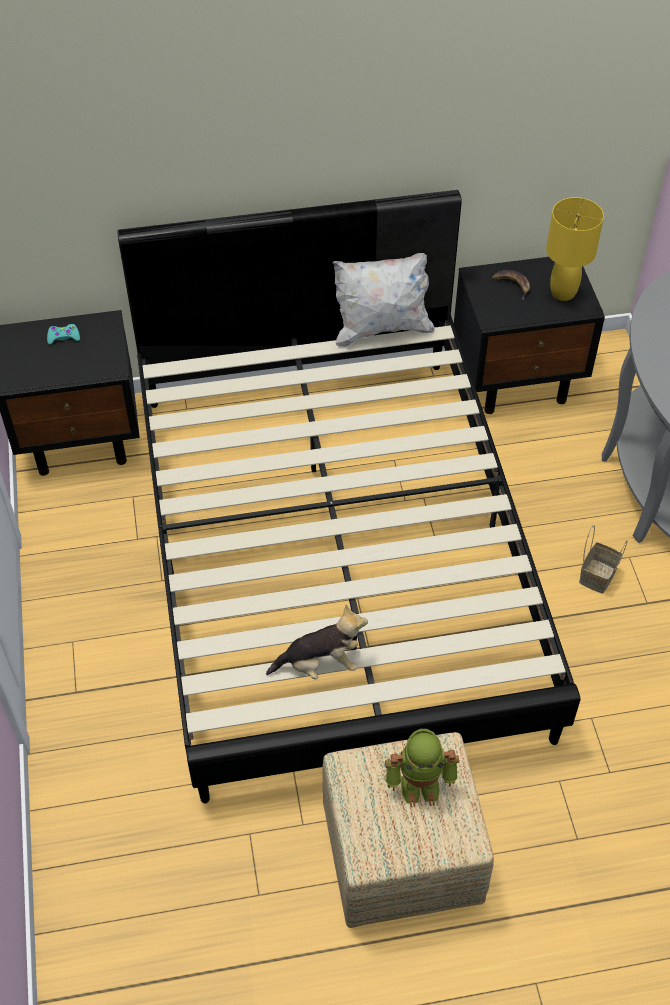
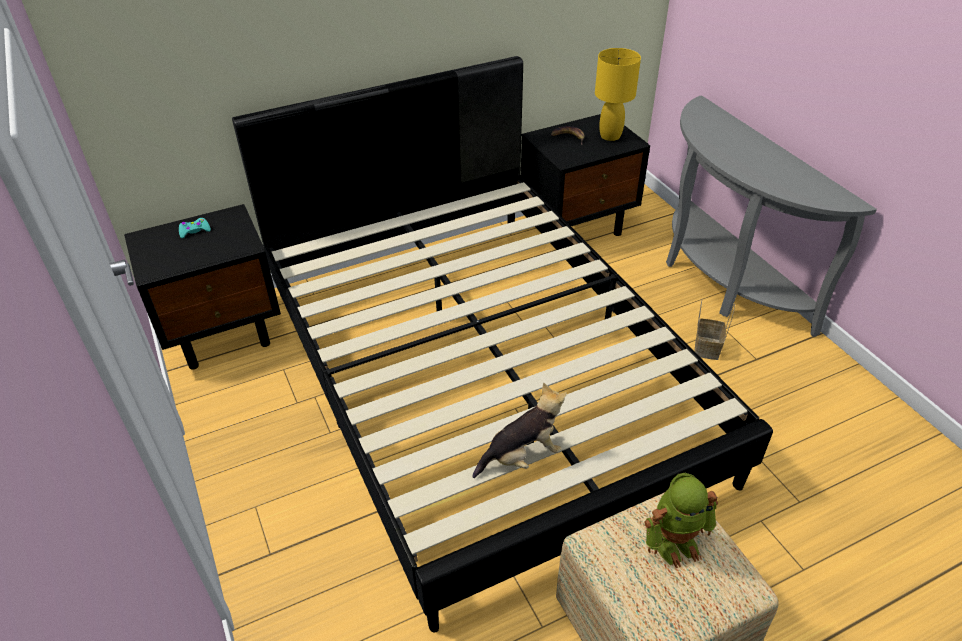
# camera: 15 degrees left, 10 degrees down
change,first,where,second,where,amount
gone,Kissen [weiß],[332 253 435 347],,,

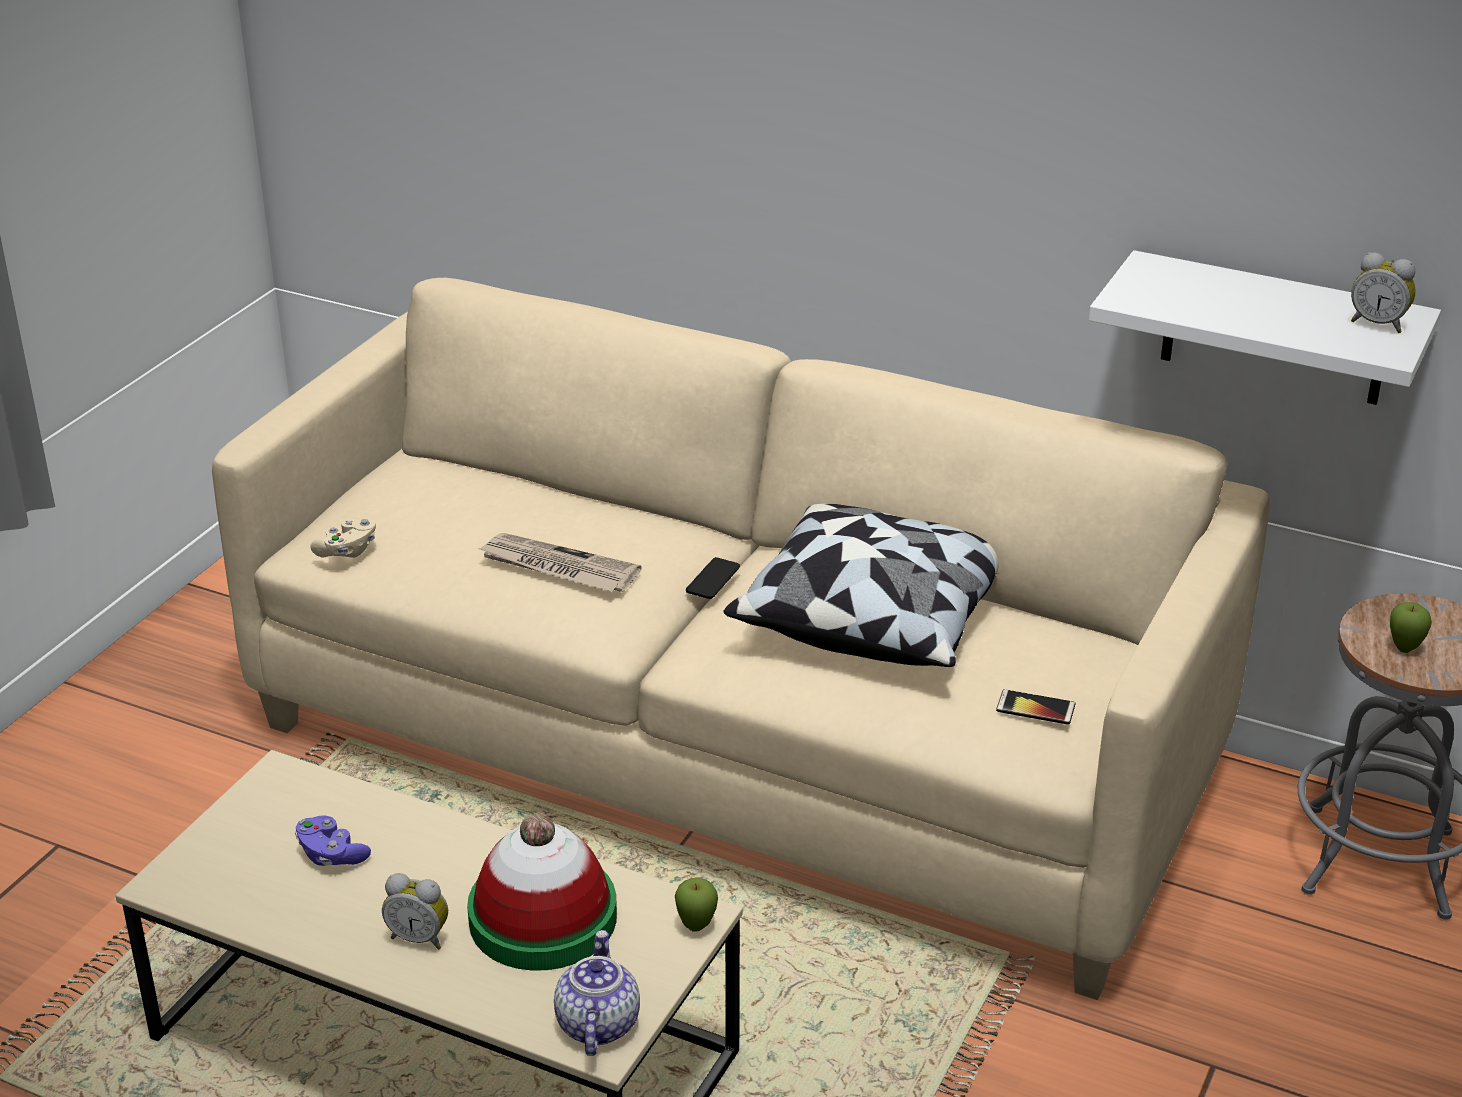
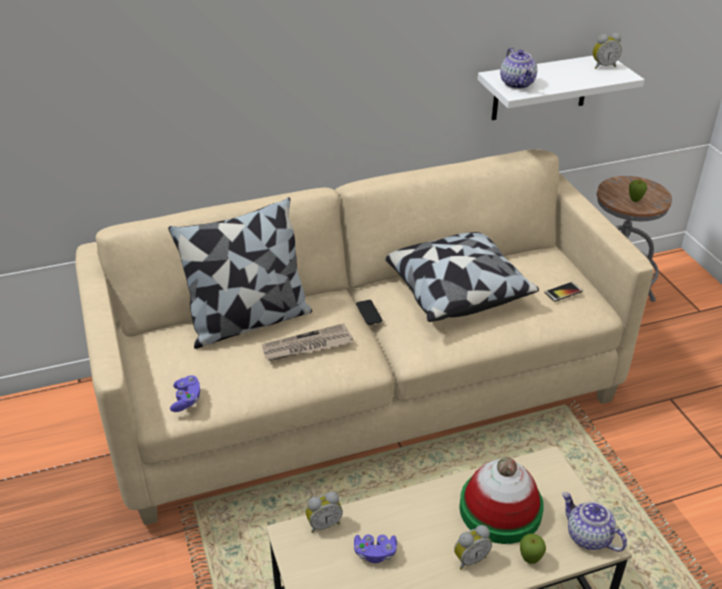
# camera: 45 degrees left, 5 degrees up
change,first,where,second,where,amount
new,,,Kissen,[168 197 312 349],
new,,,Wecker,[306 491 343 533],
new,,,Teekanne,[500 47 537 89],
shifted,Apfel,[675 878 718 932],,[520 533 546 564],
repainted,Gamepad [beige],[310 518 376 558],Gamepad [lila],[170 375 200 412],

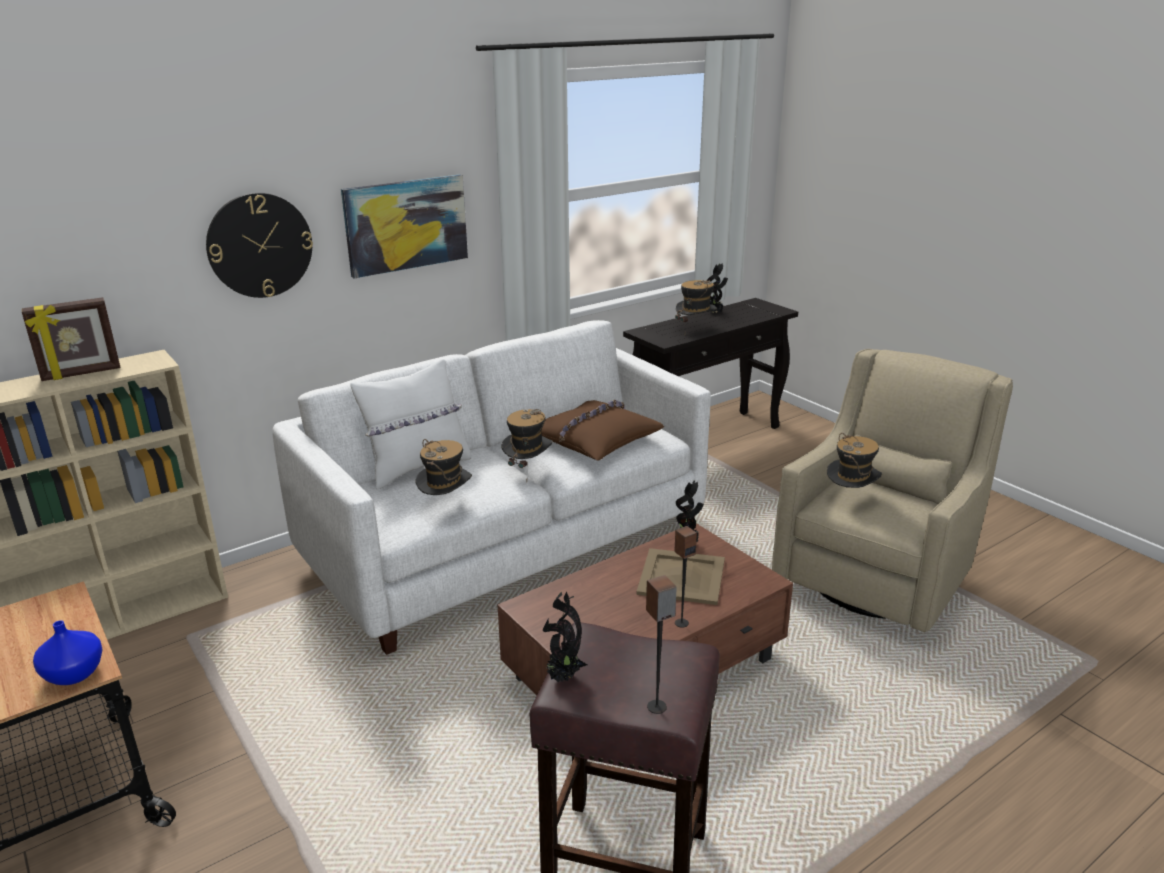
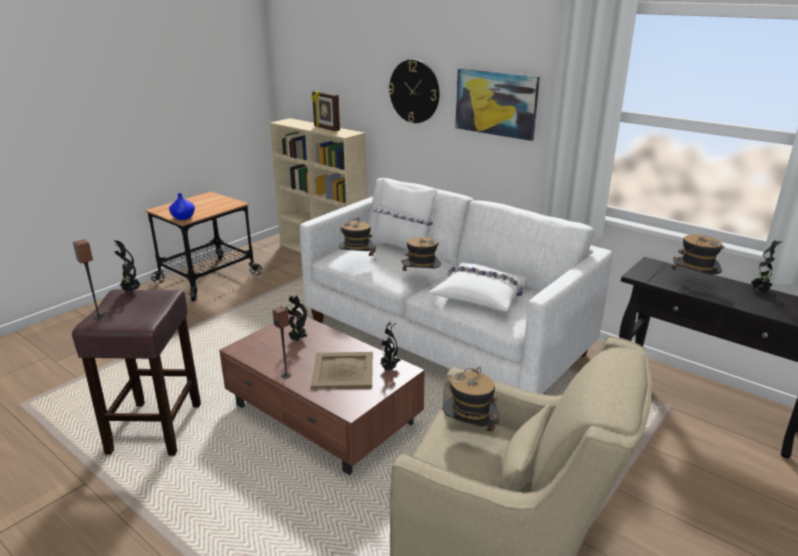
# camera: 75 degrees right, 0 degrees up
change,first,where,second,where,amount
new,,,Topfpflanze,[285 295 307 341],
repainted,Kissen [braun],[542 400 664 461],Kissen [weiß],[429 262 531 312],

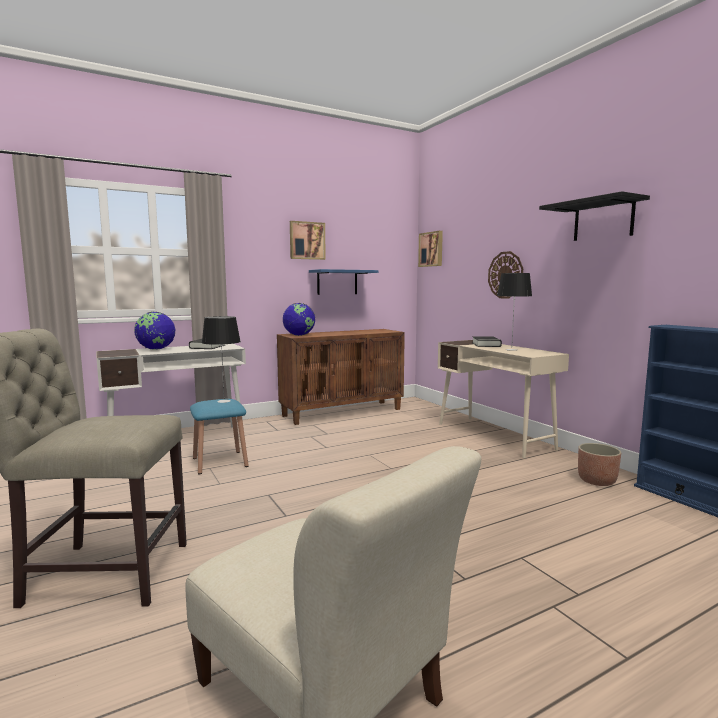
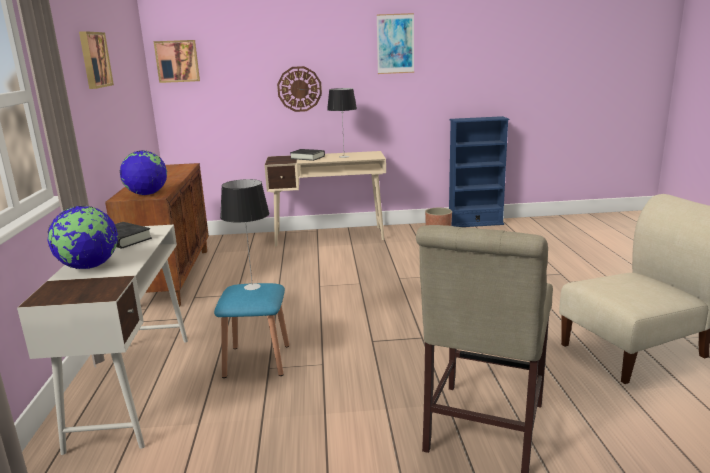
# camera: 65 degrees left, 10 degrees up
change,first,where,second,where,amount
gone,Wandregal [blau],[309 269 379 295],,,
swapped,Wandregal [schwarz],[539 191 650 241],Bild,[377 13 414 74],

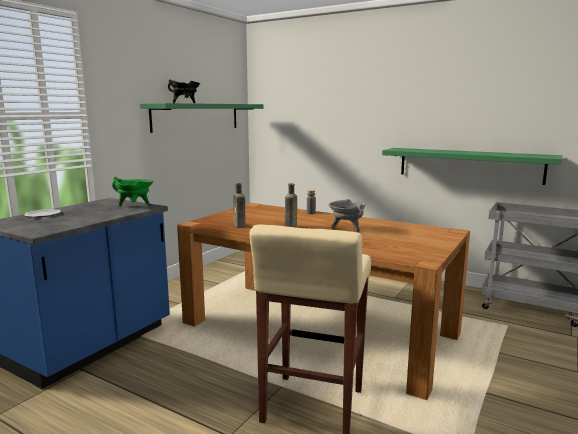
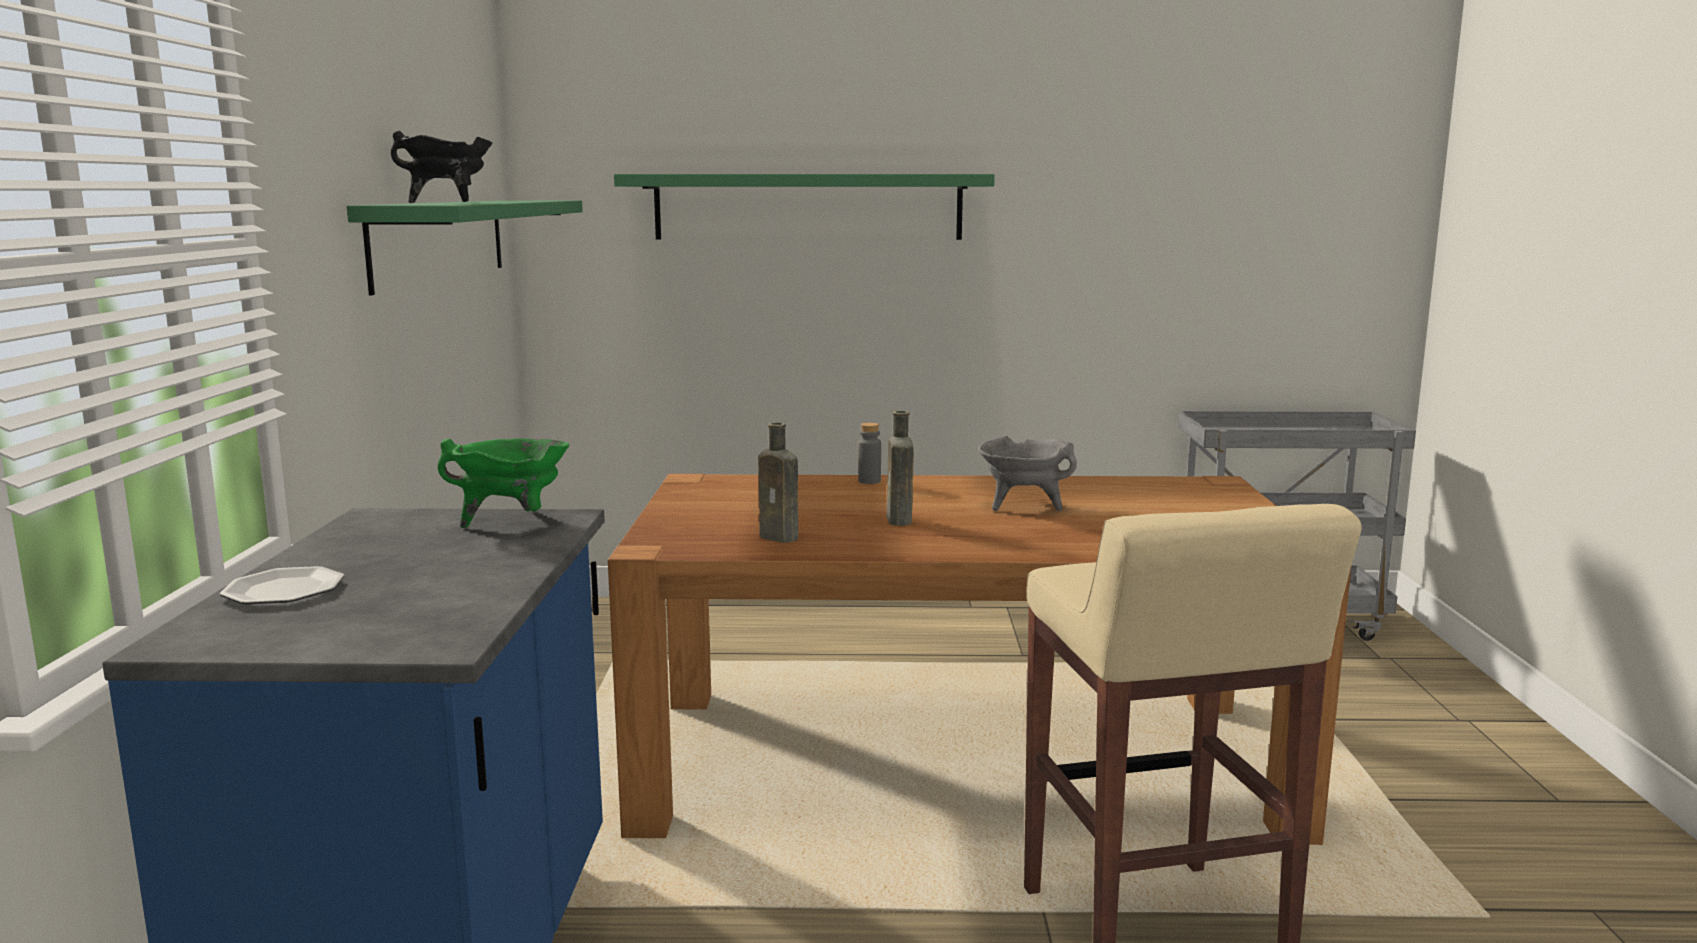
# camera: 30 degrees left, 0 degrees up
change,first,where,second,where,amount
shifted,Wandregal [grün],[382 148 562 185],,[614 174 995 240],

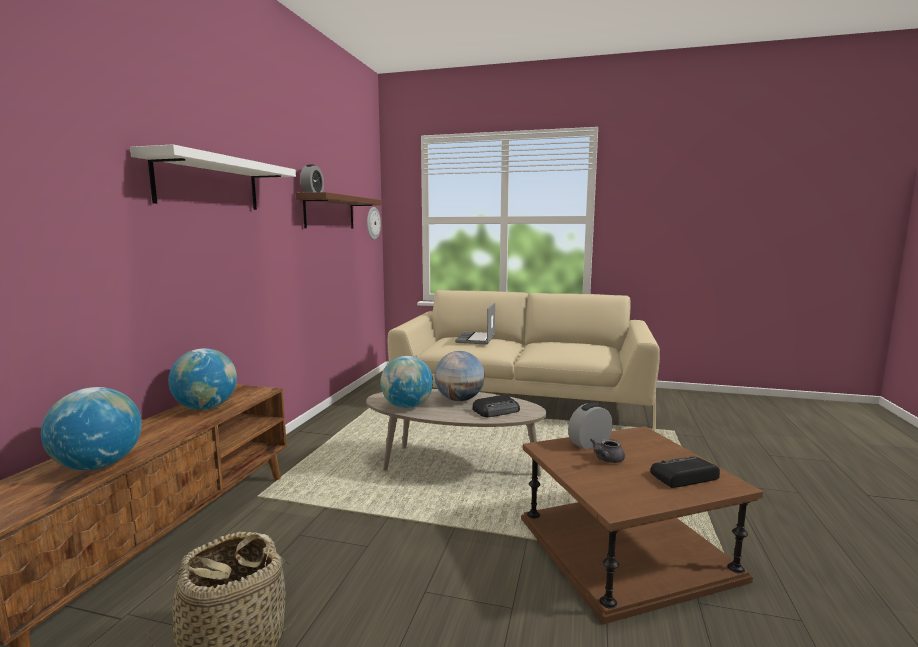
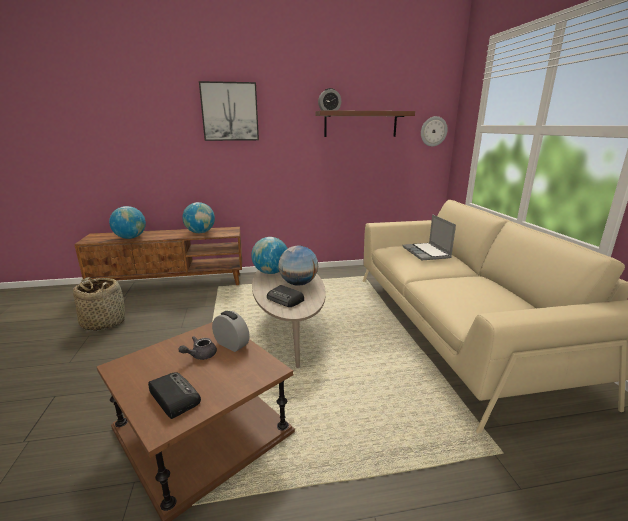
# camera: 65 degrees right, 10 degrees up
change,first,where,second,where,amount
swapped,Wandregal [weiß],[130 144 296 210],Bild,[199 81 259 141],
rotated,Laptop,[455 303 495 344],,[402 214 456 260],90 degrees counterclockwise
rotated,Teekanne [grau],[590 438 625 463],,[179 336 217 360],60 degrees counterclockwise

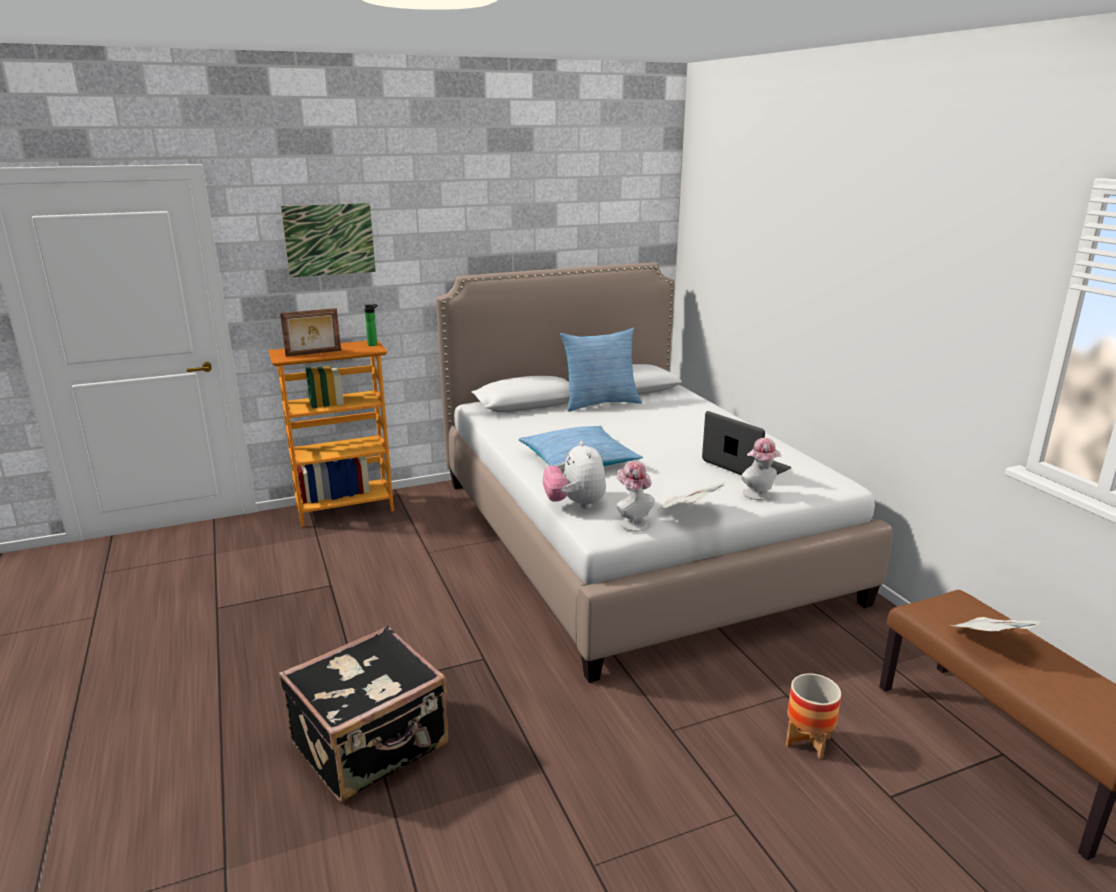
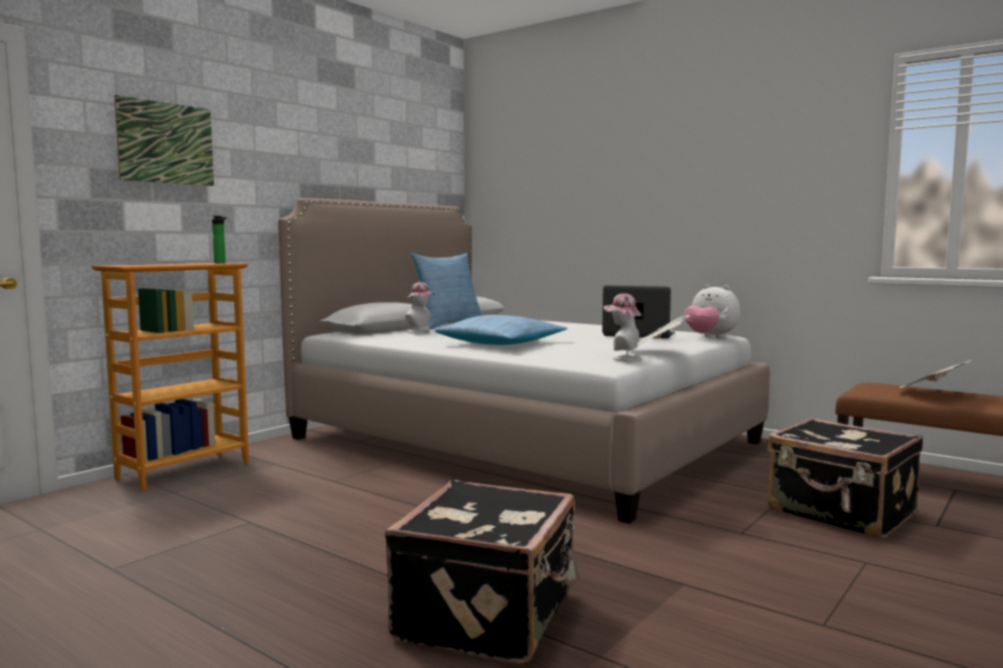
# camera: 30 degrees left, 15 degrees down
change,first,where,second,where,amount
gone,Bilderrahmen,[280 308 341 357],,,
shifted,Plüschtier,[543 441 606 509],,[684 284 740 338],
shifted,Hut,[741 438 781 500],,[405 282 435 334],
swapped,Pflanzkübel,[786 673 841 759],Koffer [schwarz],[768 418 923 539],

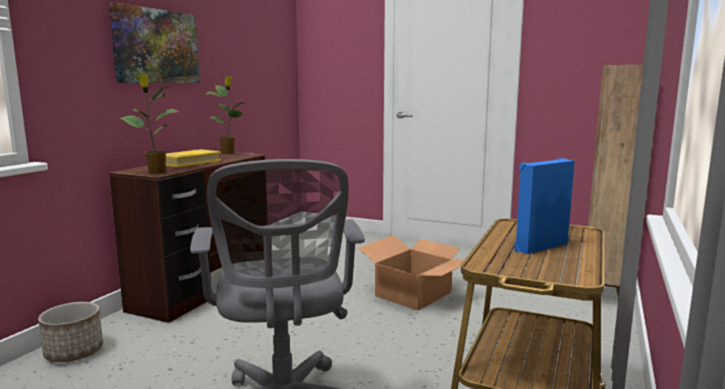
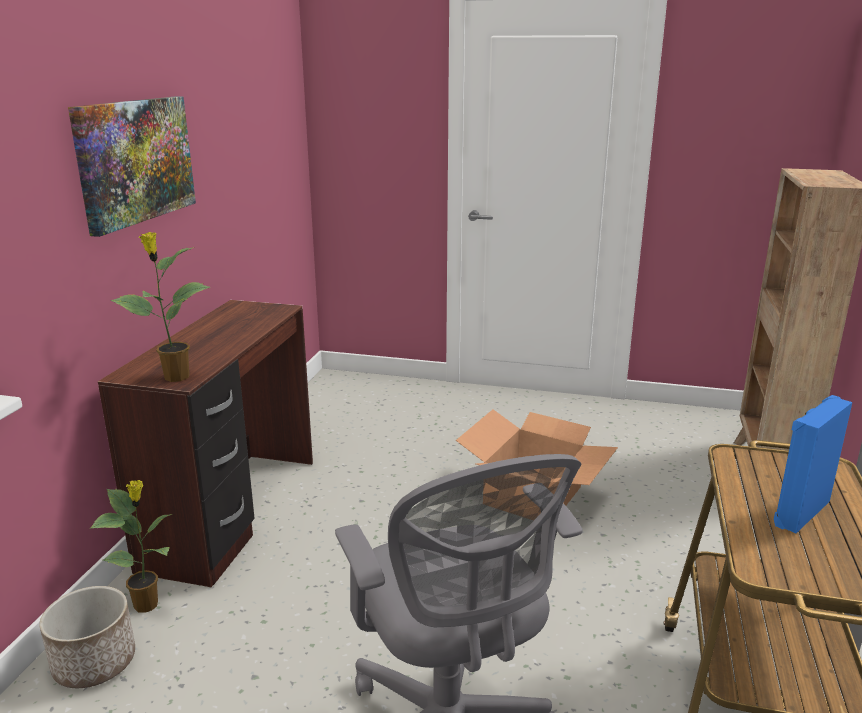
# camera: 10 degrees left, 10 degrees up
change,first,where,second,where,amount
gone,Buch [gelb],[166 149 221 167],,,
shifted,Topfpflanze,[206 76 244 154],,[89 480 172 613],

